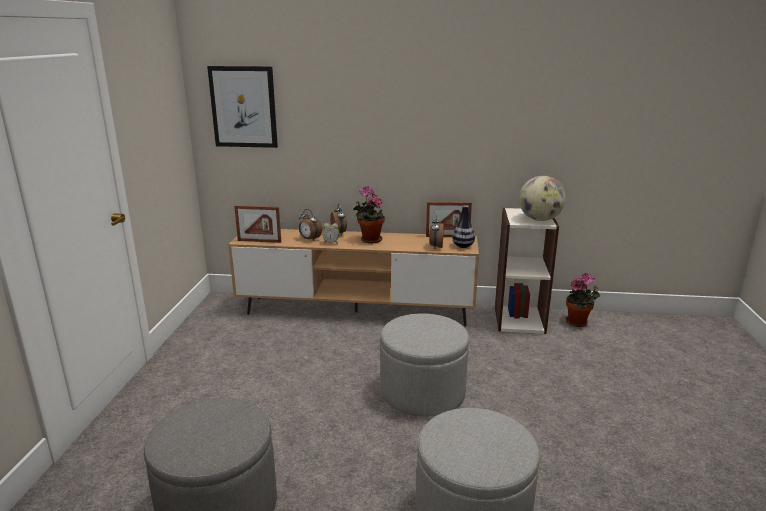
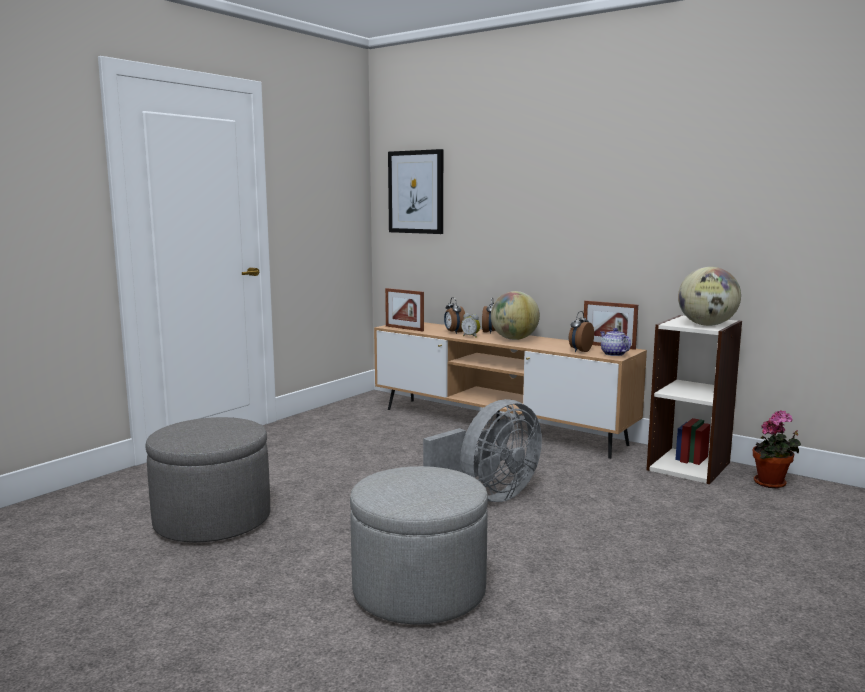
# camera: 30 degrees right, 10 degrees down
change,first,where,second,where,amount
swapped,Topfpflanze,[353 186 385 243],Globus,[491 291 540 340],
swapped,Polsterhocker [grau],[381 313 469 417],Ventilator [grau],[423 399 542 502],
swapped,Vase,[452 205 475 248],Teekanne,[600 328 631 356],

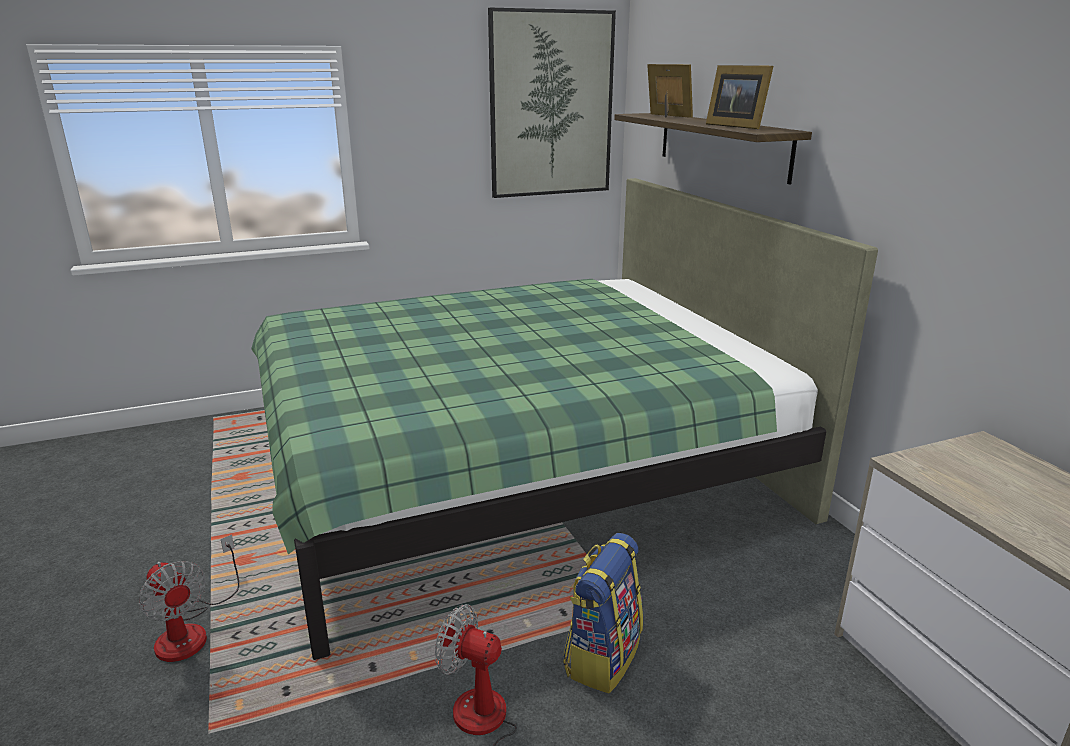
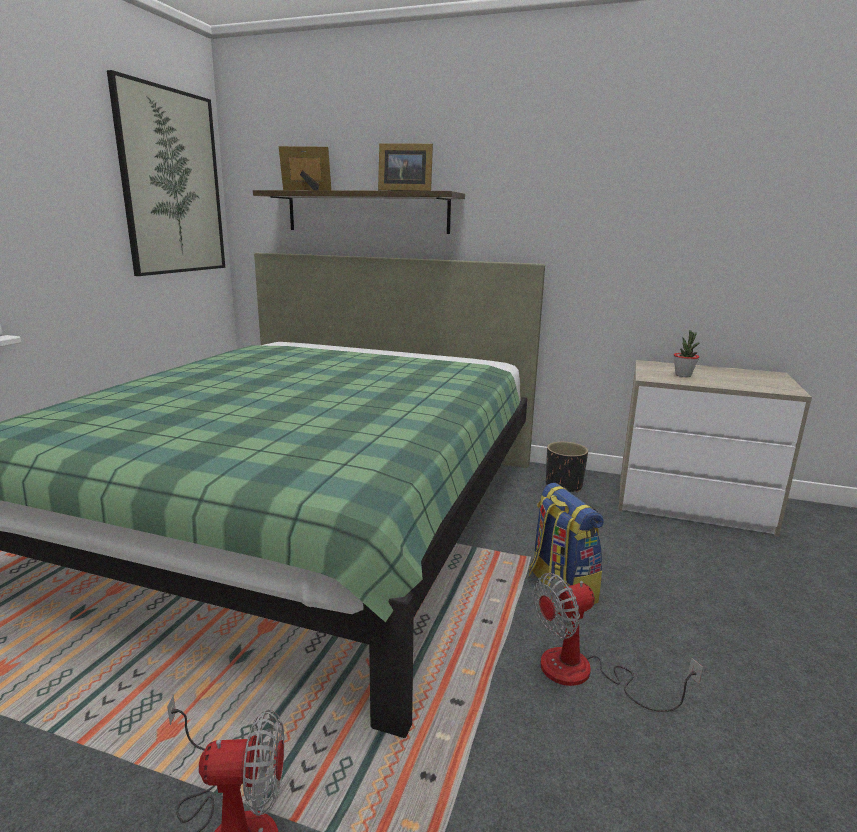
# camera: 50 degrees left, 5 degrees down
change,first,where,second,where,amount
new,,,Pflanzkübel [schwarz],[546 442 588 493],
new,,,Topfpflanze,[674 330 700 377],

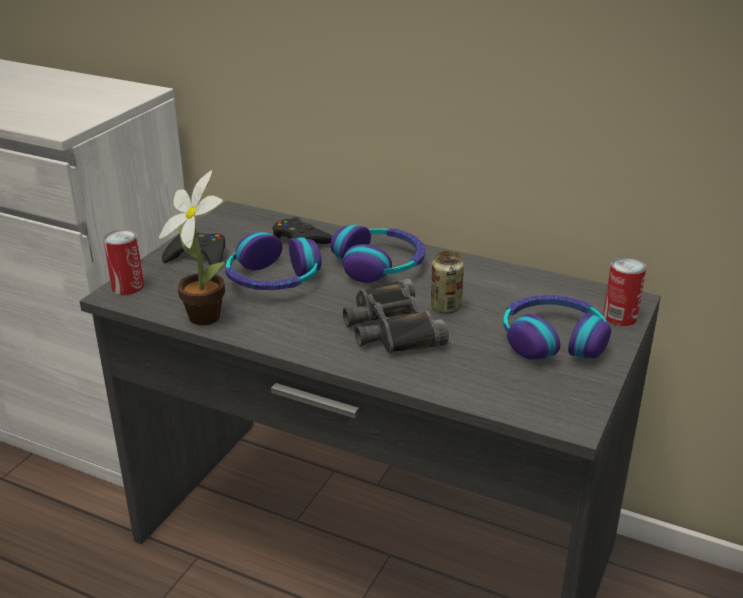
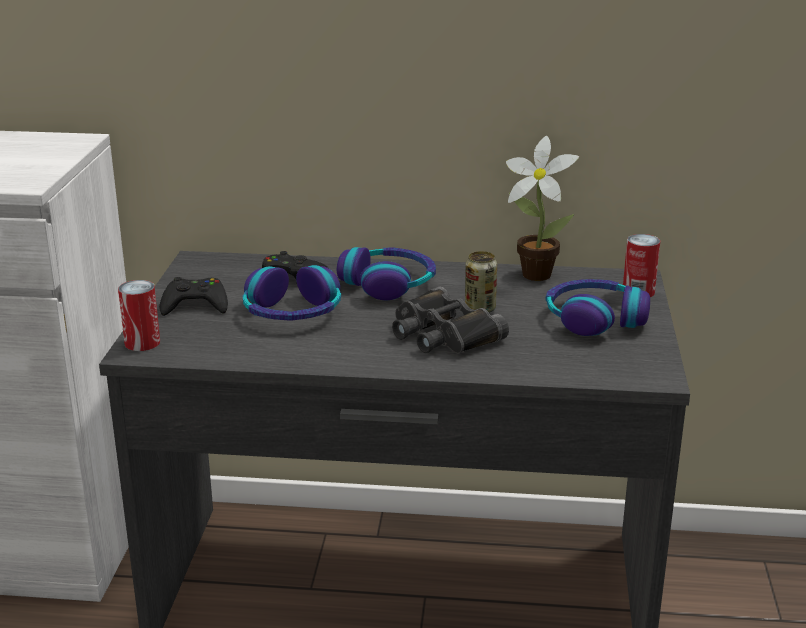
# camera: 20 degrees left, 5 degrees down
change,first,where,second,where,amount
shifted,Topfpflanze,[159 170 225 325],,[506 135 580 281],

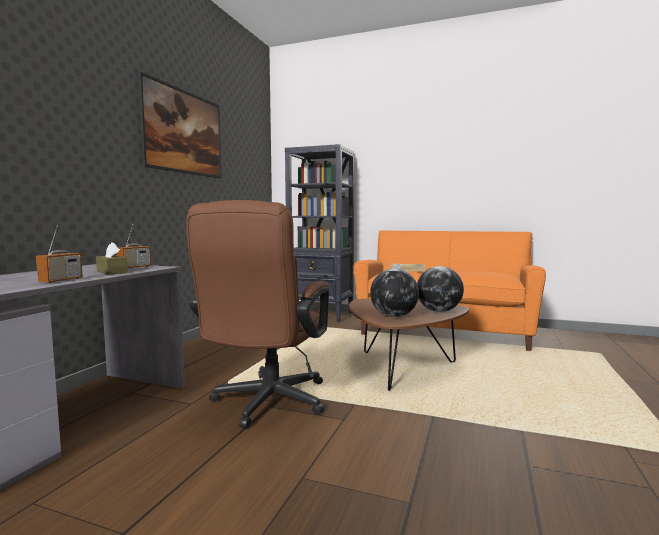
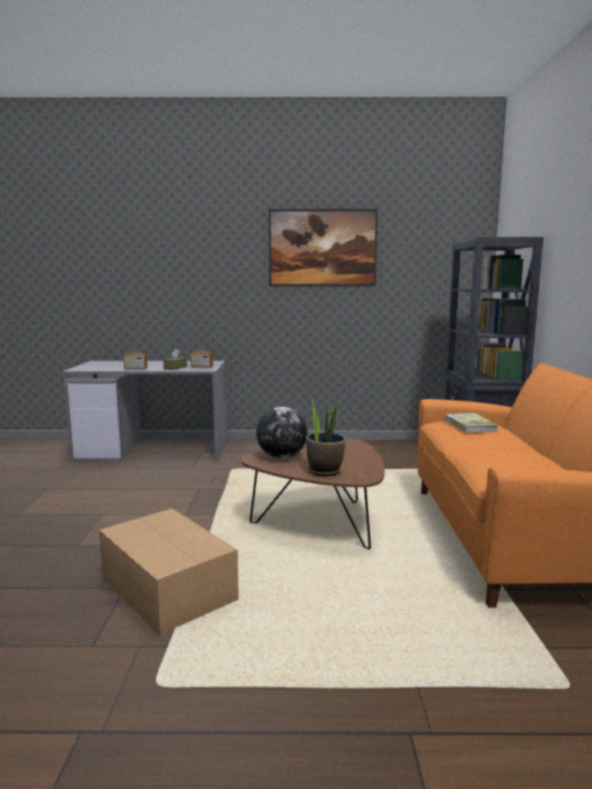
# camera: 70 degrees right, 5 degrees up
change,first,where,second,where,amount
gone,Bürostuhl [braun],[186 200 329 428],,,
new,,,Karton,[99 509 239 636],
swapped,Globus,[417 266 464 312],Topfpflanze,[306 397 346 476],

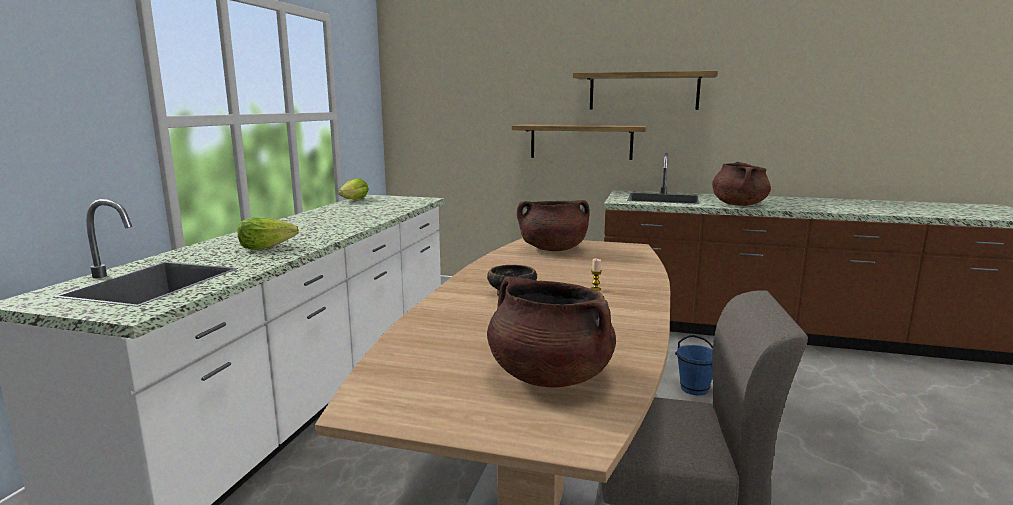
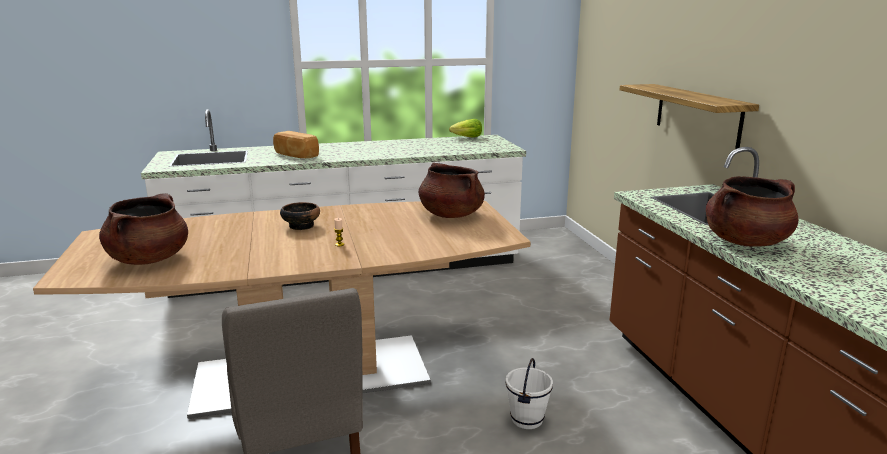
# camera: 60 degrees right, 5 degrees up
change,first,where,second,where,amount
gone,Wandregal,[573 71 718 110],,,
swapped,Salatkopf,[237 217 299 250],Brot,[273 131 319 158],
repainted,Eimer [blau],[675 335 713 395],Eimer [weiß],[505 358 553 429],

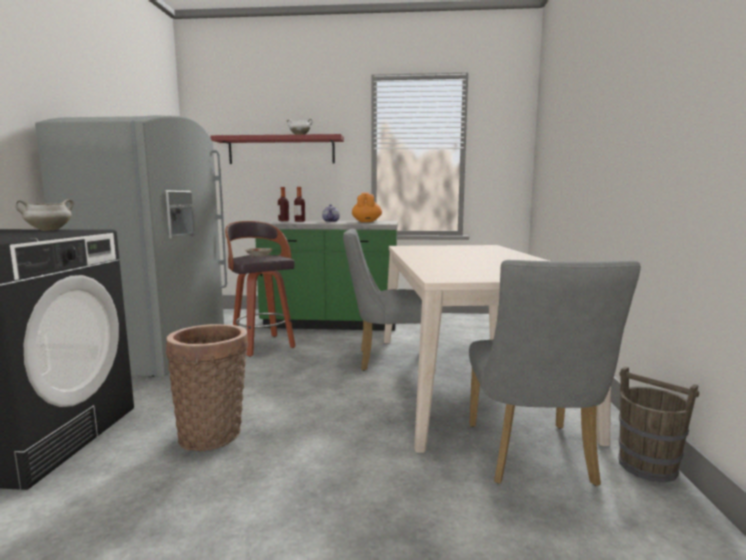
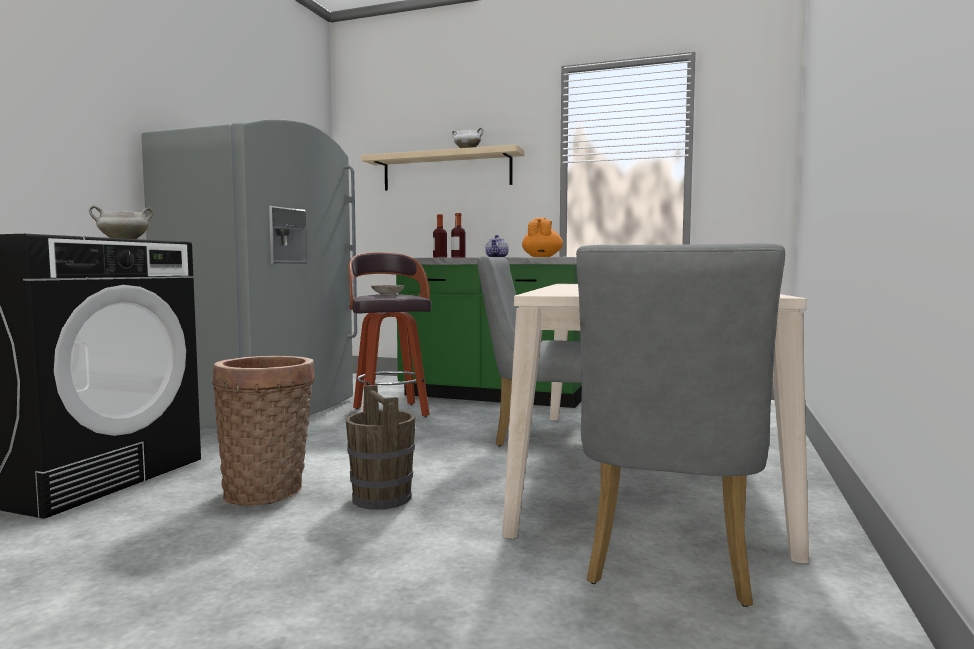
# camera: 15 degrees right, 5 degrees down
change,first,where,second,where,amount
shifted,Eimer [braun],[618 366 699 483],,[346 385 416 510],
repainted,Wandregal [rot],[211 134 344 164],Wandregal [beige],[361 144 525 191],

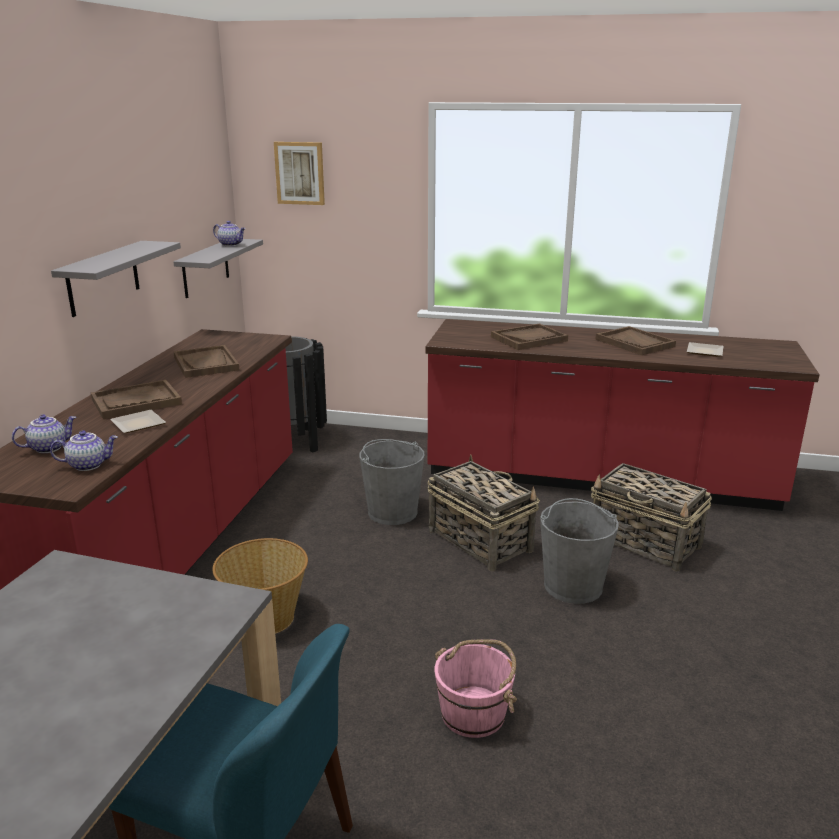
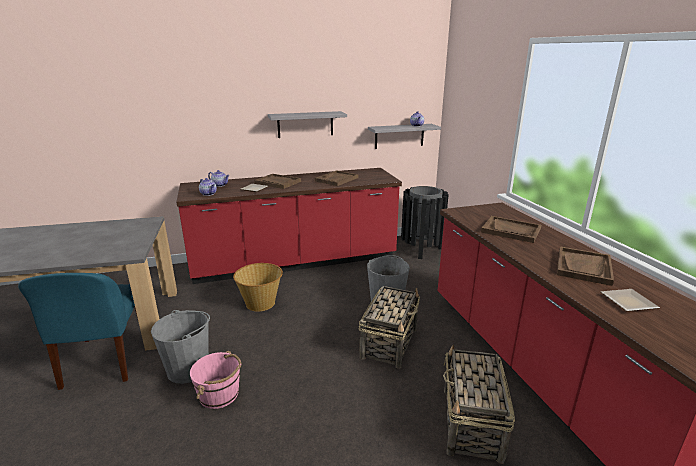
# camera: 60 degrees right, 0 degrees up
change,first,where,second,where,amount
gone,Bild,[274 142 325 205],,,
shifted,Eimer [grau],[540 498 619 604],,[151 310 210 384],

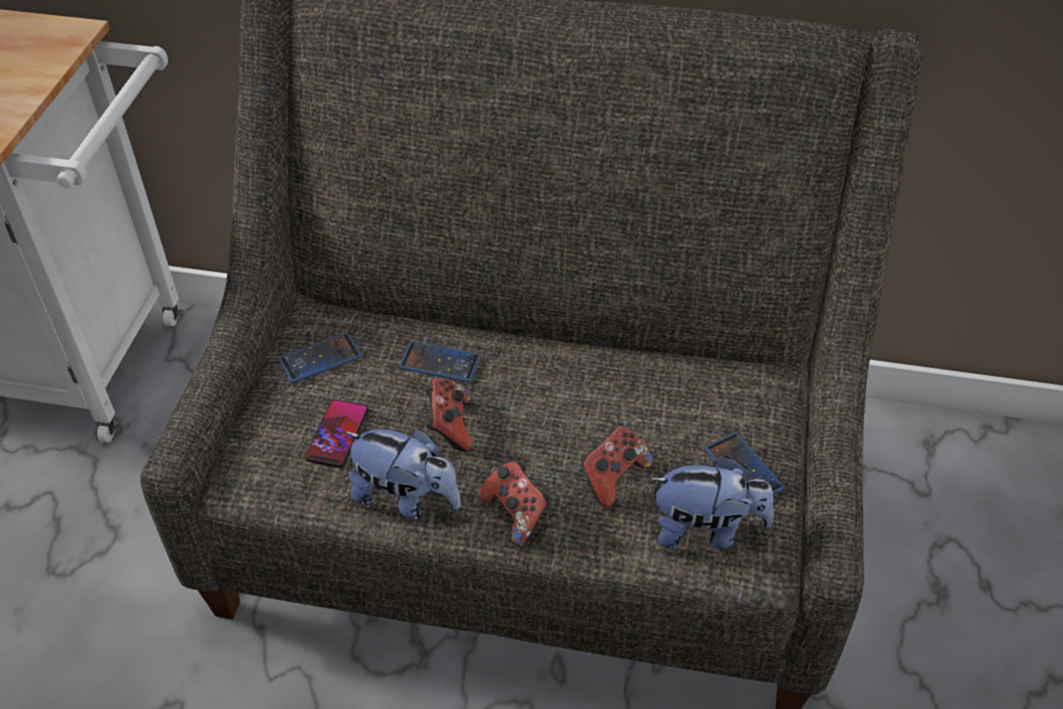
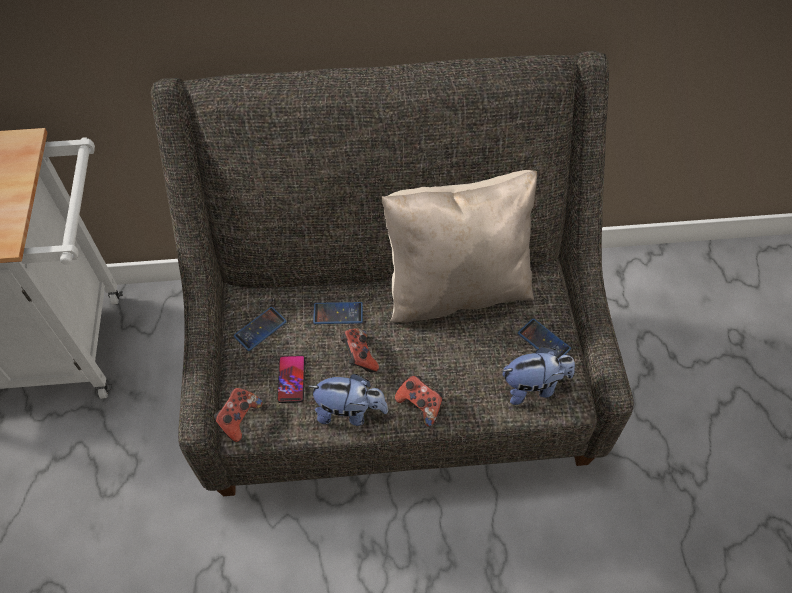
# camera: 15 degrees left, 10 degrees up
change,first,where,second,where,amount
new,,,Kissen [beige],[381 170 537 323],
shifted,Gamepad,[581 426 653 508],,[214 388 262 442],

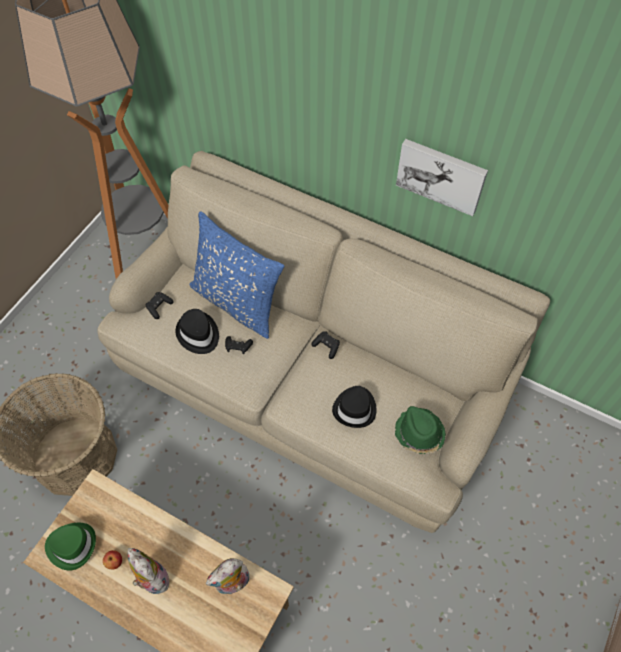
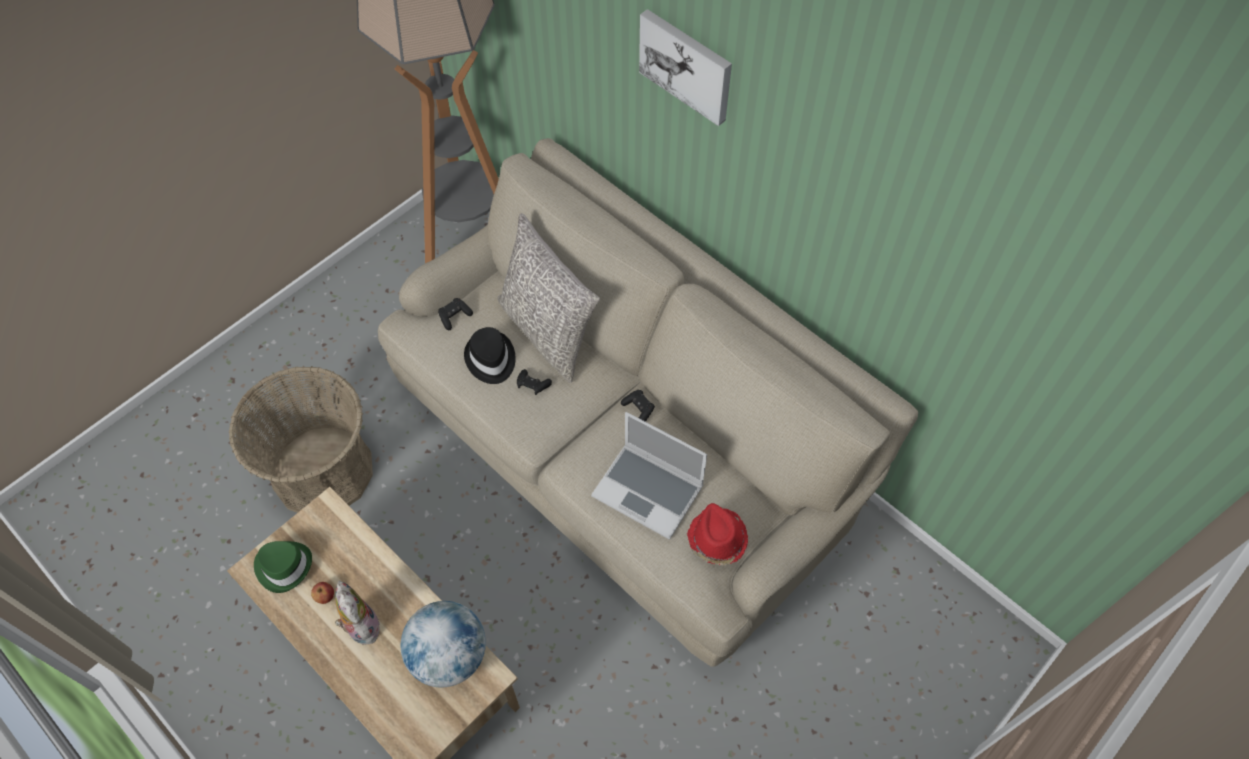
# camera: 15 degrees right, 0 degrees up
change,first,where,second,where,amount
shifted,Bild,[396 139 488 216],,[639 9 732 126],
swapped,Plüschtier,[206 558 249 594],Globus,[401 601 486 687],
swapped,Hut [schwarz],[332 386 376 428],Laptop,[591 412 707 540],
repainted,Kissen [blau],[190 211 284 339],Kissen [grau],[497 213 600 383],
repainted,Hut [grün],[395 406 446 454],Hut [rot],[687 503 748 565],

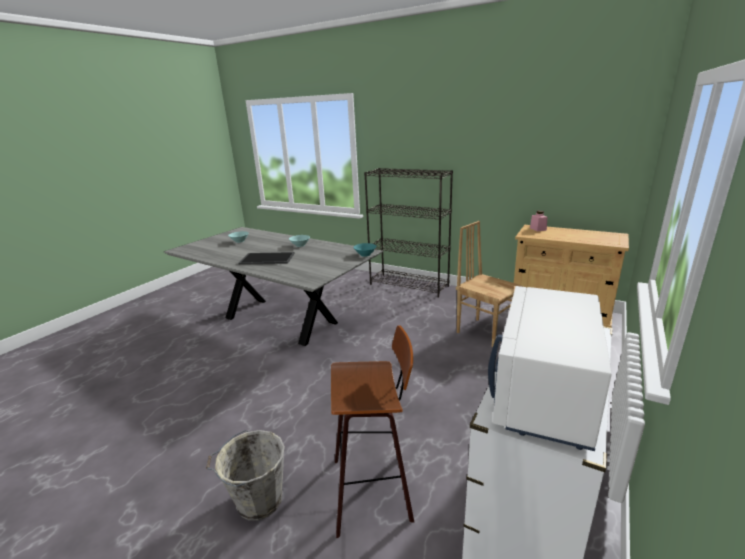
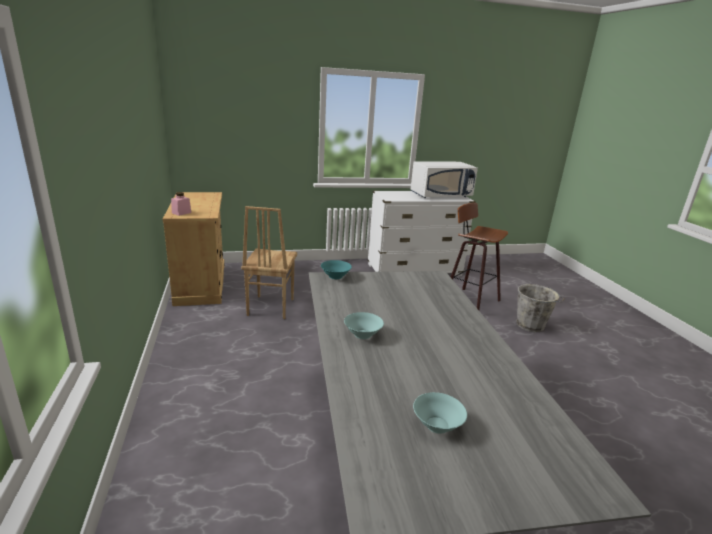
# camera: 135 degrees left, 0 degrees up
change,first,where,second,where,amount
gone,Tablett,[239 252 295 265],,,
gone,Bücherregal [schwarz],[364 168 453 297],,,

